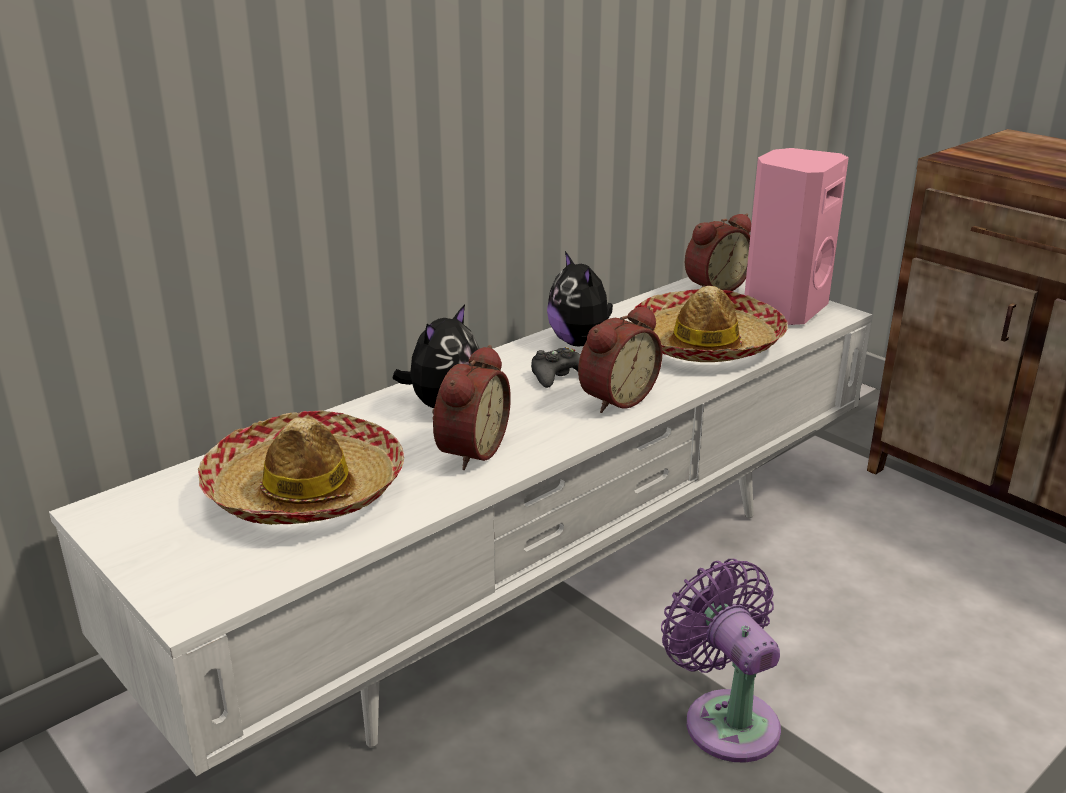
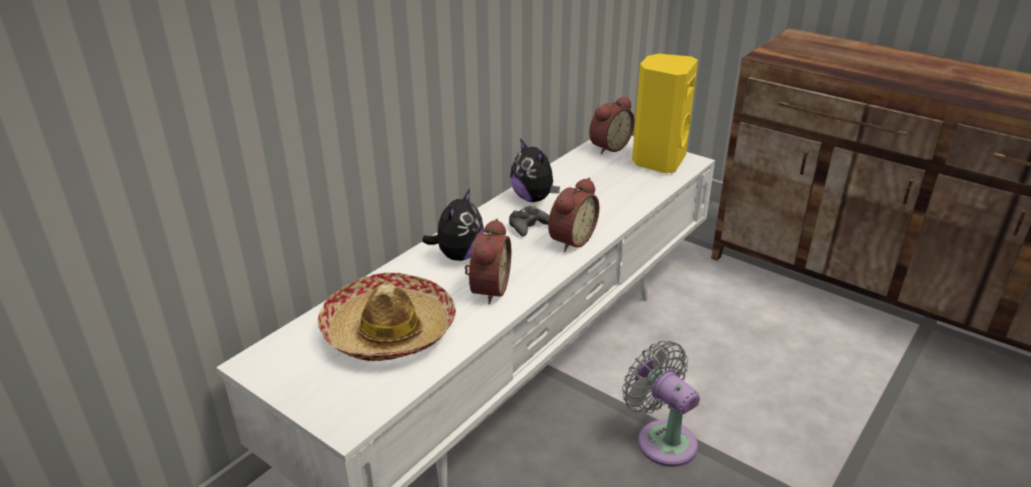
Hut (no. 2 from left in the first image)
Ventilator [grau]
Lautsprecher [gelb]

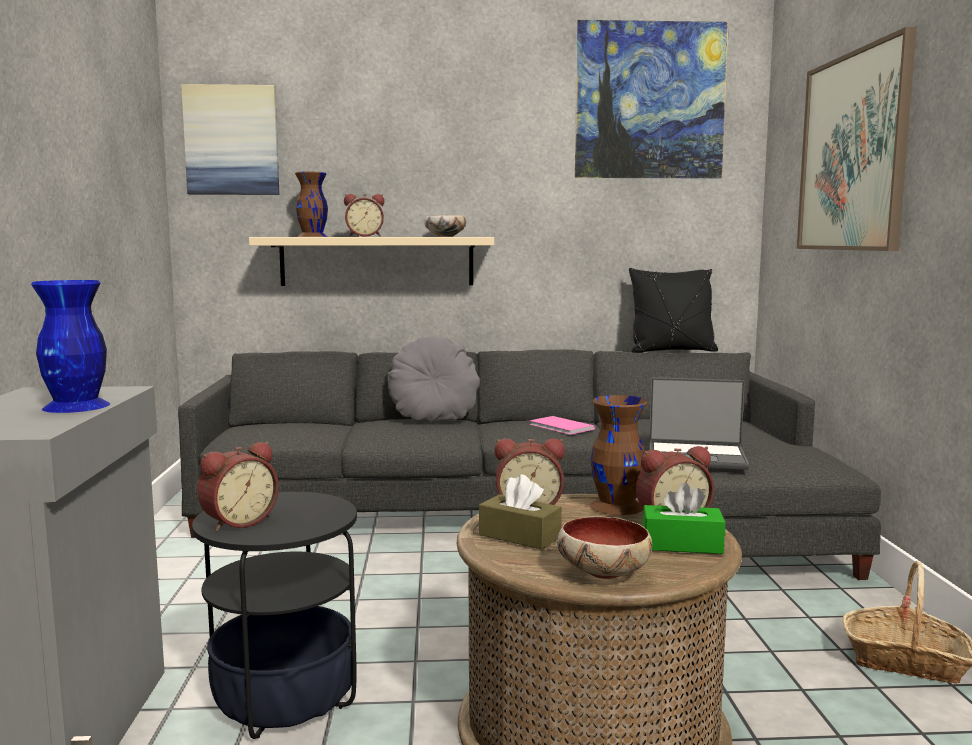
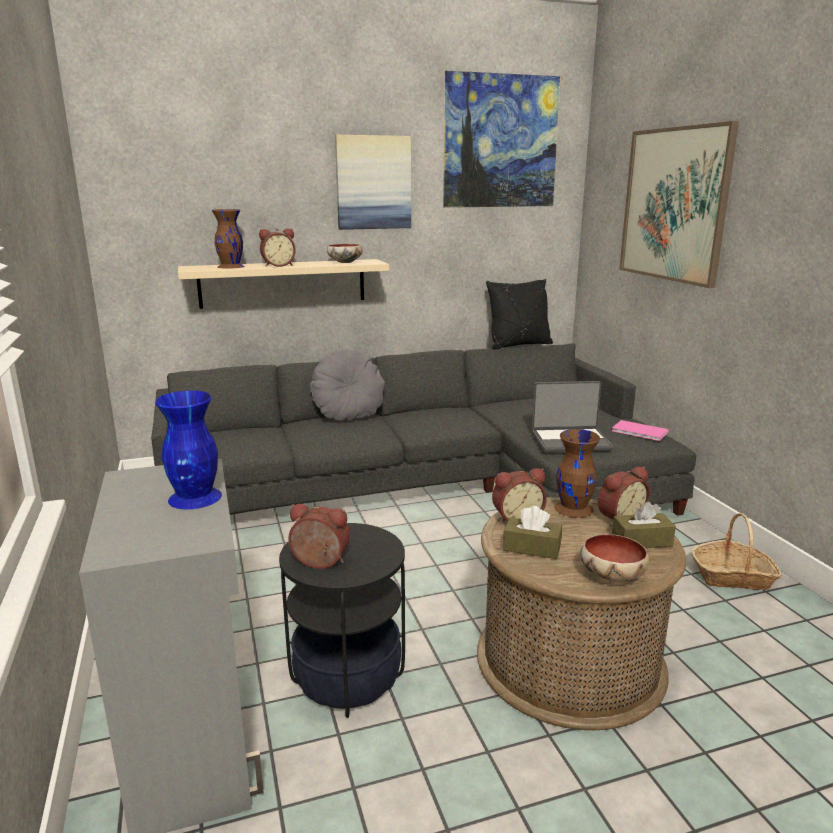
Bild (no. 1 from left)
Buch [rosa]
Taschentuchbox [braun] (no. 2 from left)
Wecker (no. 2 from left)

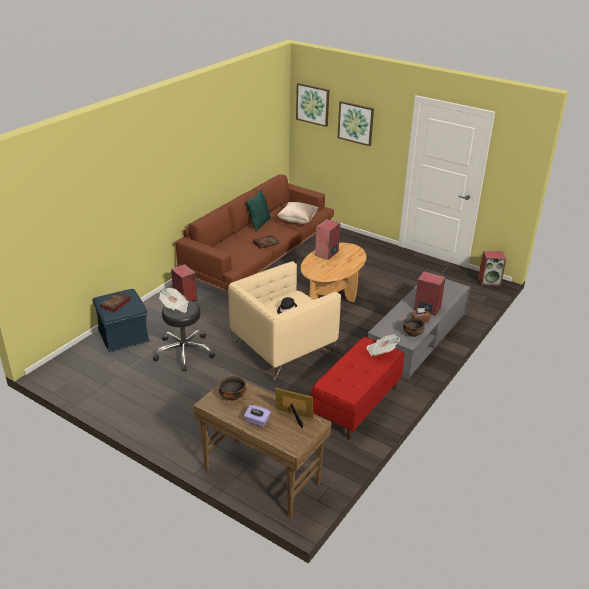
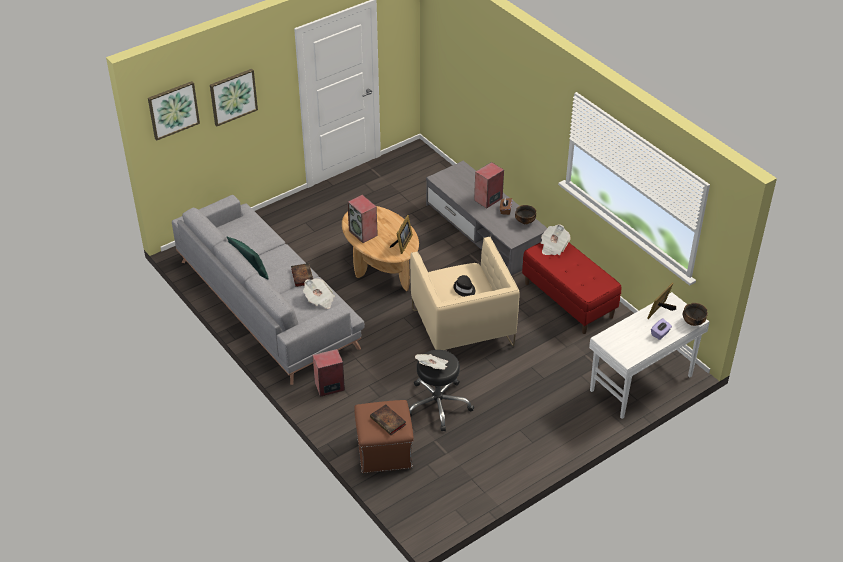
Kissen [beige]
Lautsprecher (no. 4 from left in the first image)
Zeitung (no. 1 from left)
Bilderrahmen (no. 1 from left)
Schüssel (no. 2 from left)
Polsterhocker [braun]
Sofa [grau]
Konsolentisch [weiß]

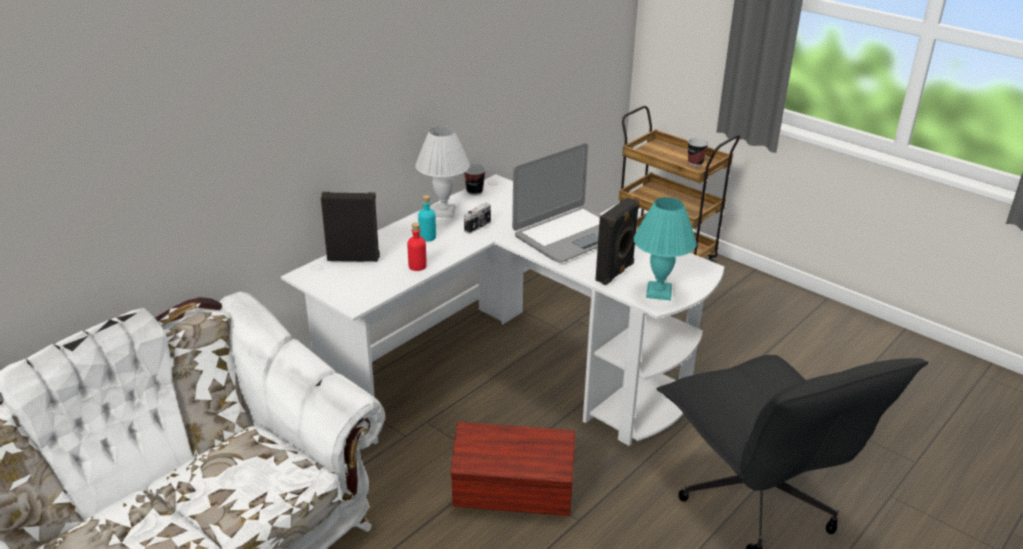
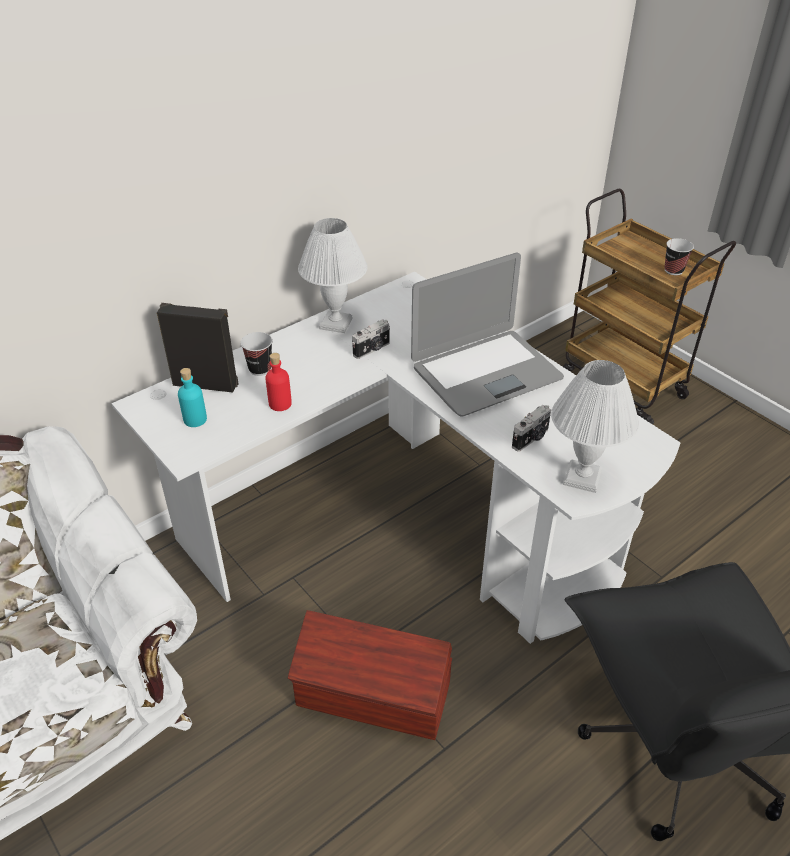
Flasche [türkis]
Tasse (no. 1 from left)
Kamera (no. 2 from left)
Tischlampe [weiß] (no. 2 from left)

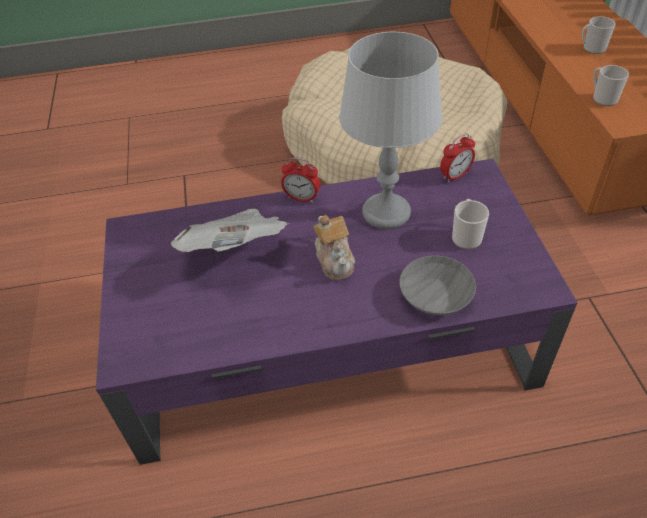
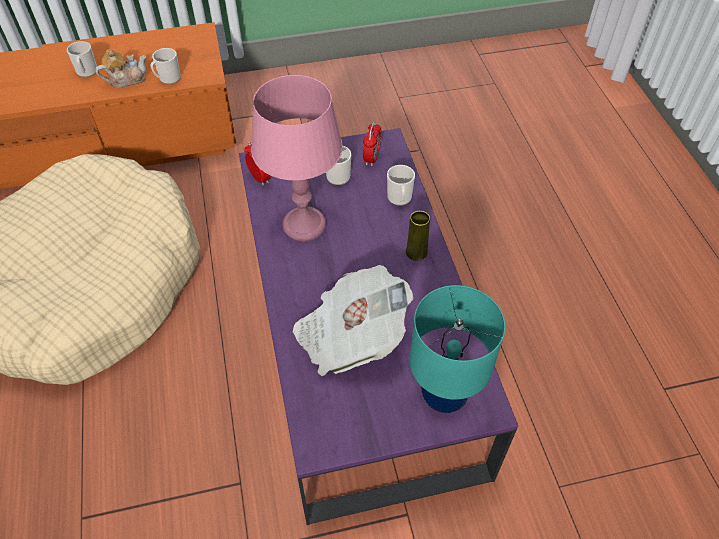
Vase [gelb]
Tischlampe [türkis]
Wecker (no. 2 from left)
Teekanne
Henkelbecher (no. 4 from left)
Tischlampe [rosa]

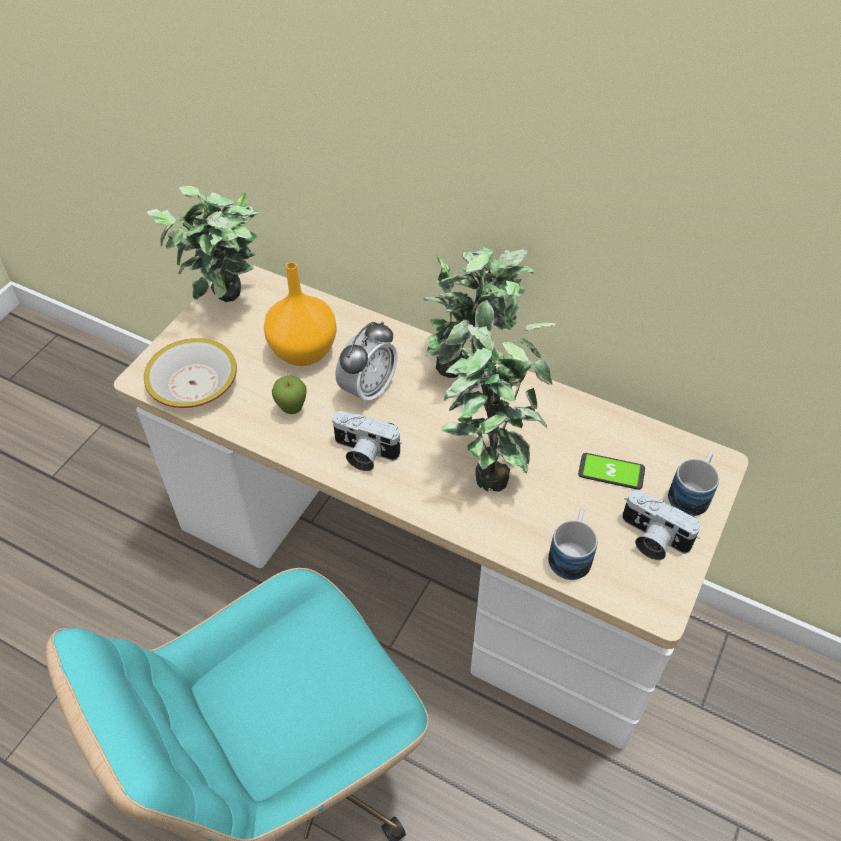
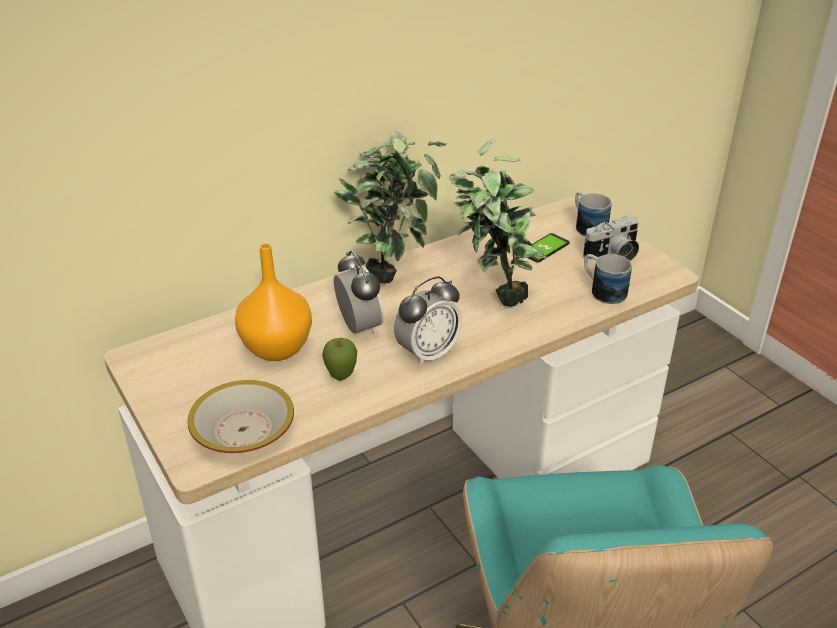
Topfpflanze (no. 1 from left in the first image)
Wecker (no. 2 from left)

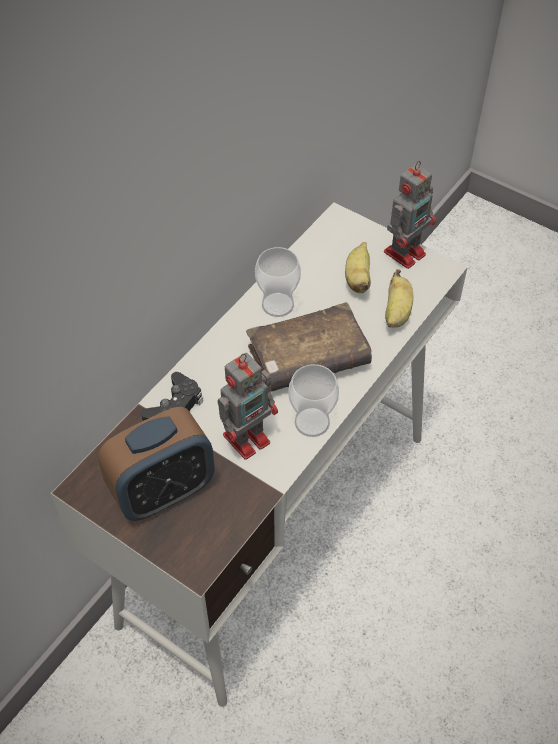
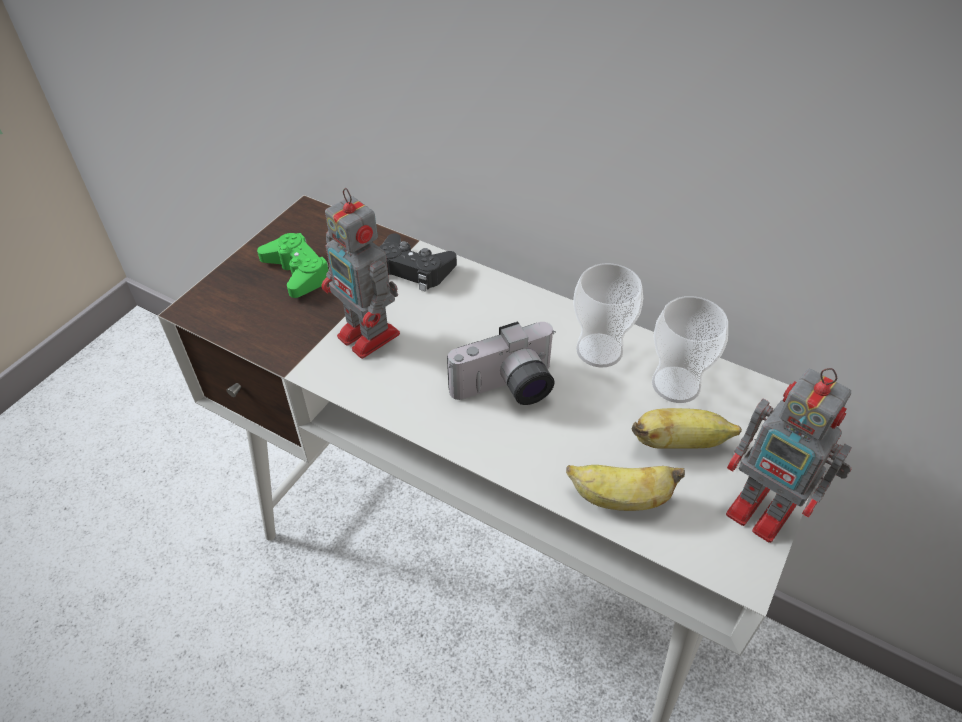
Tasse (no. 2 from left)
Gamepad [grün]
Kamera

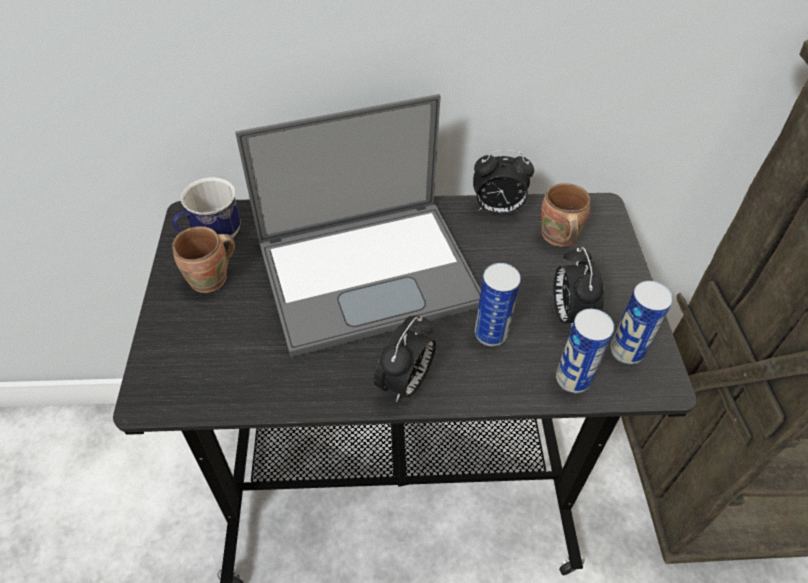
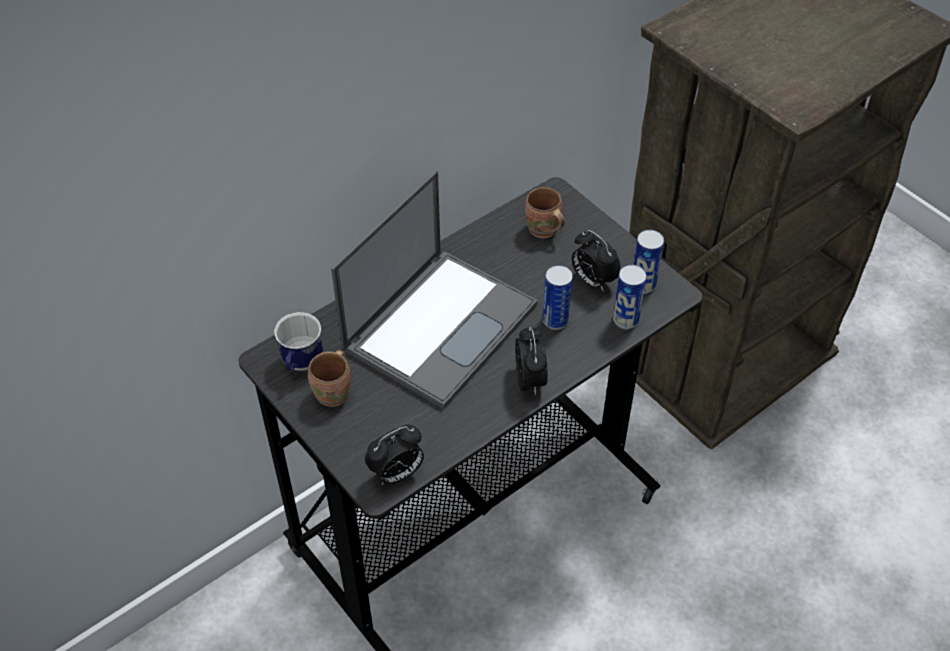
Wecker (no. 1 from left)

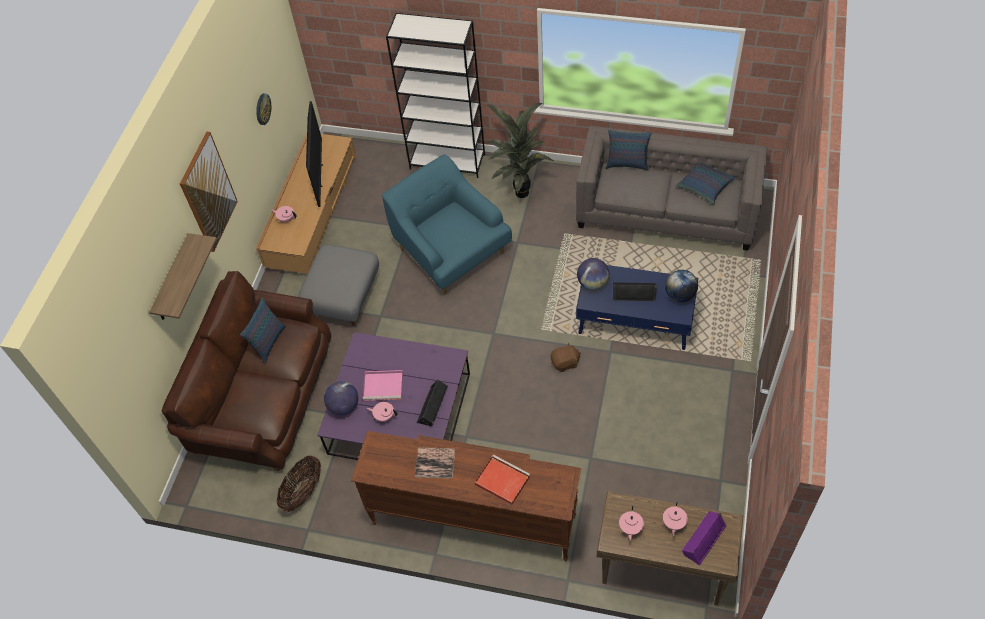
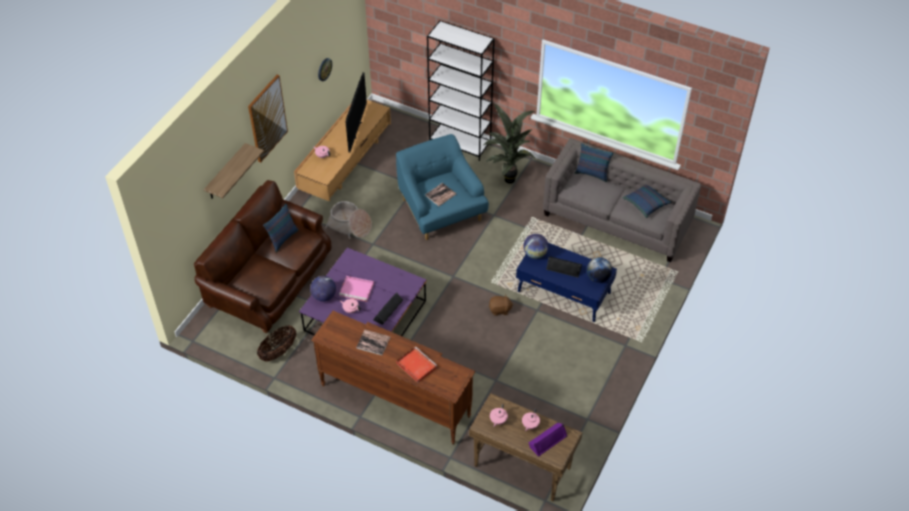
Buch (no. 2 from left)
Korb (no. 2 from left)

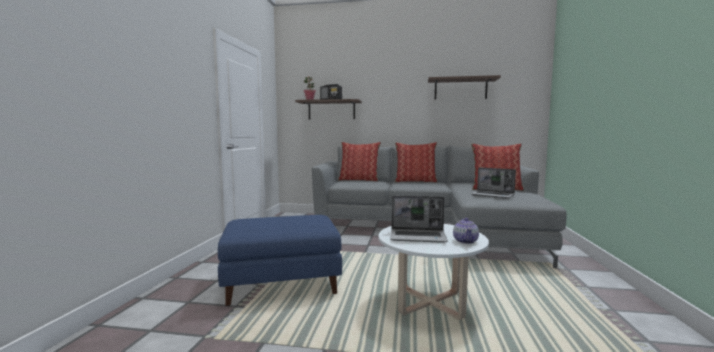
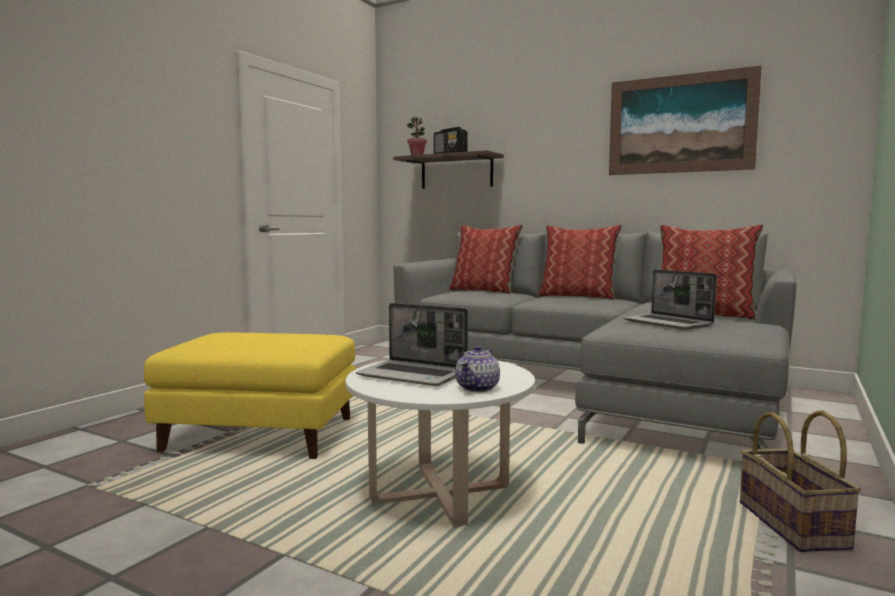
Korb
Bild
Polsterhocker [gelb]

